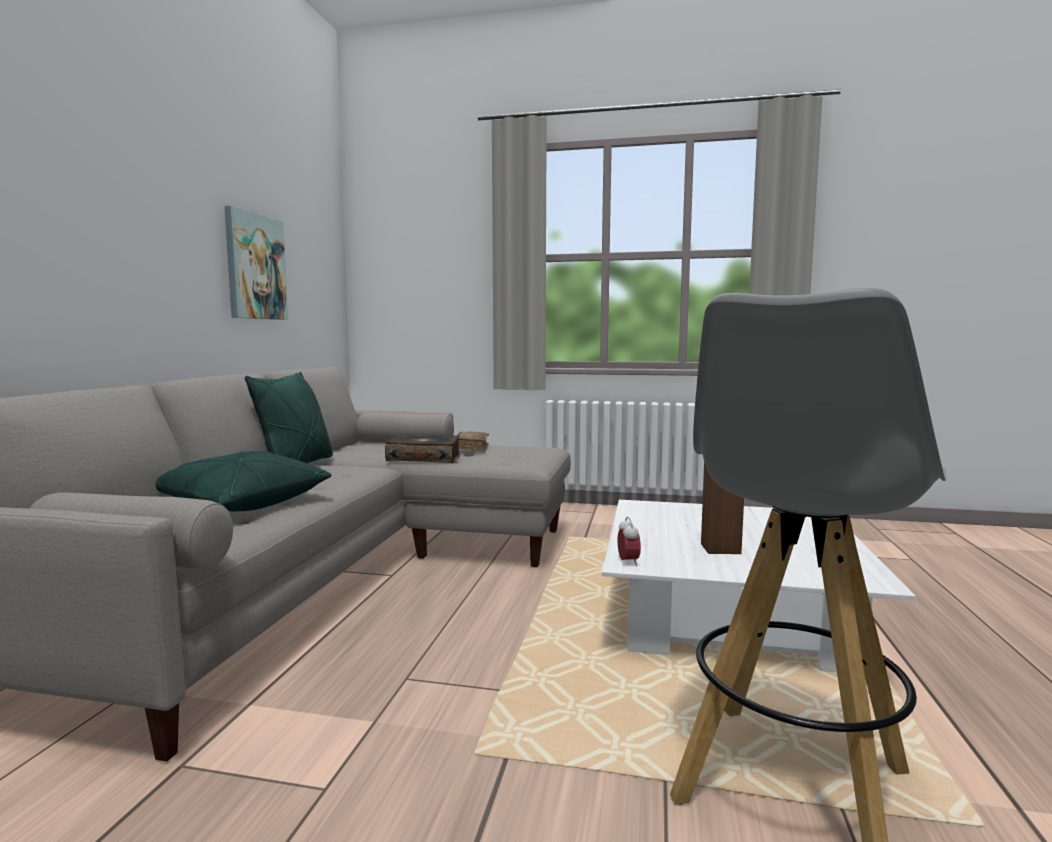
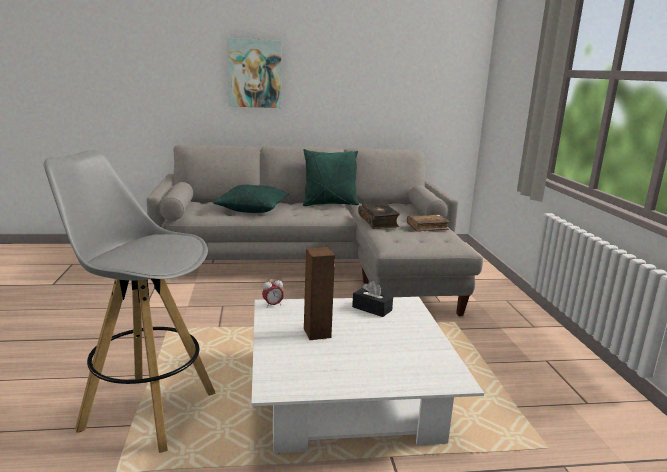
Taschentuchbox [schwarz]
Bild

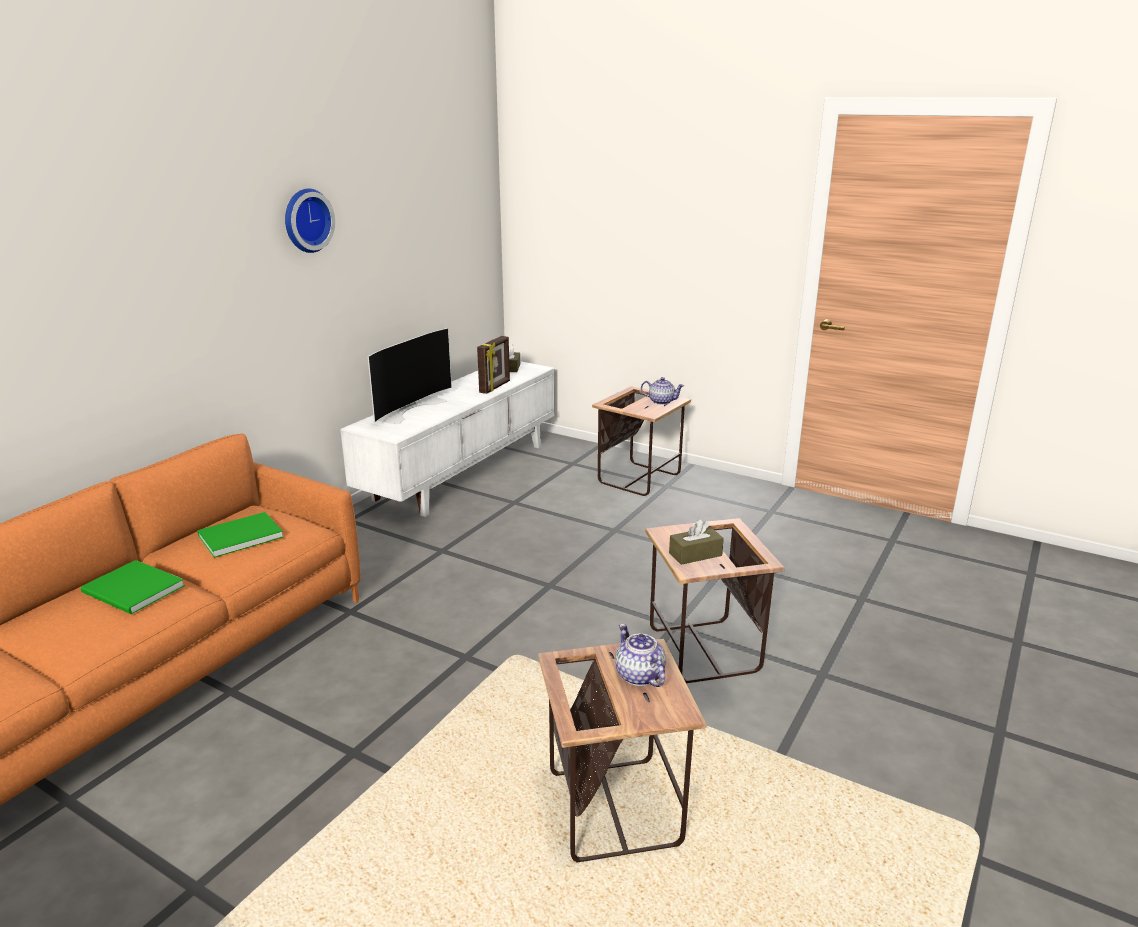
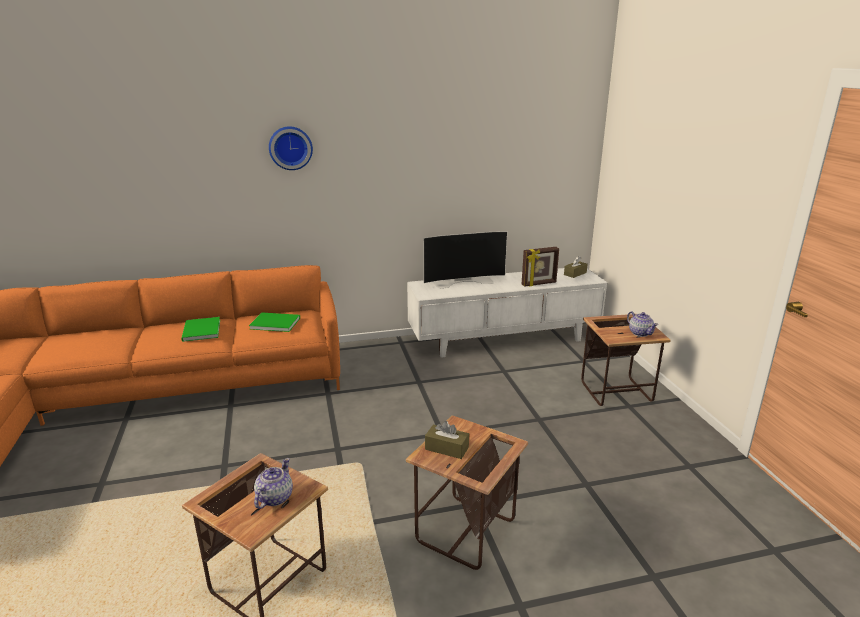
Wanduhr

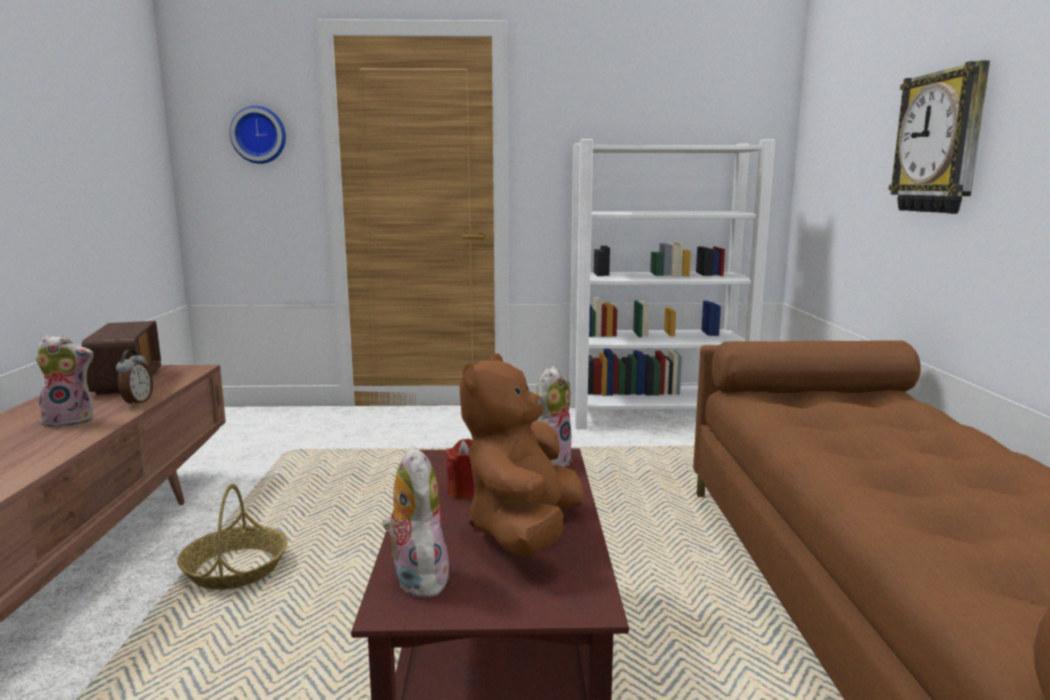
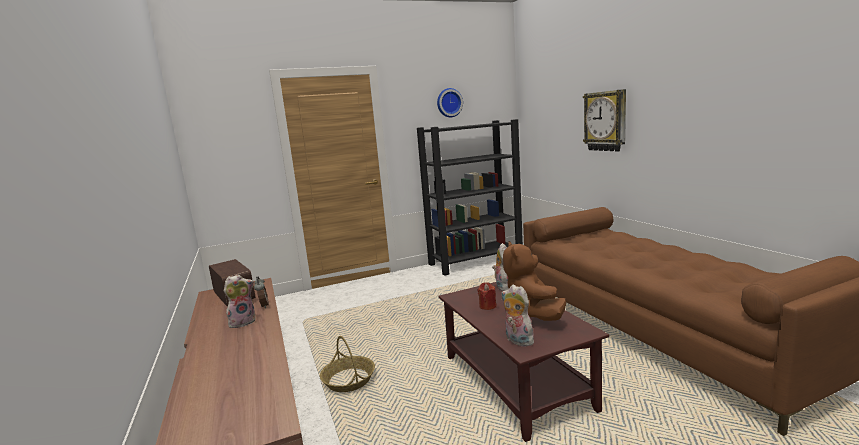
Wanduhr (no. 1 from left)
Bücherregal [schwarz]

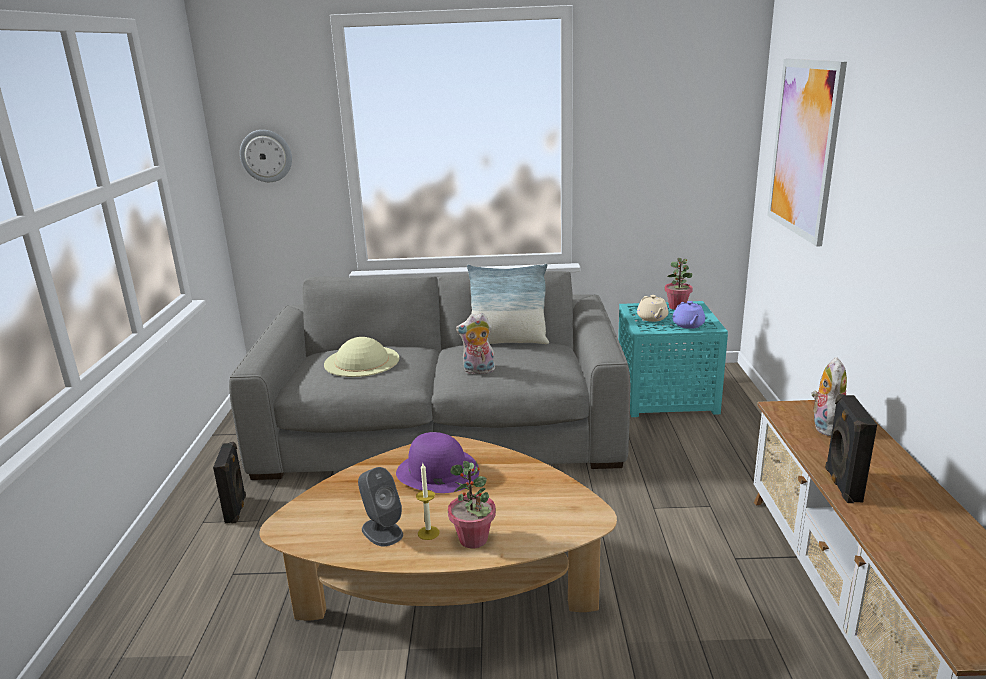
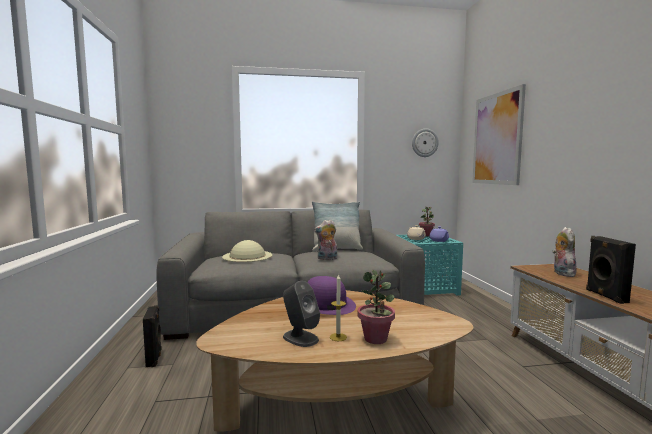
Wanduhr

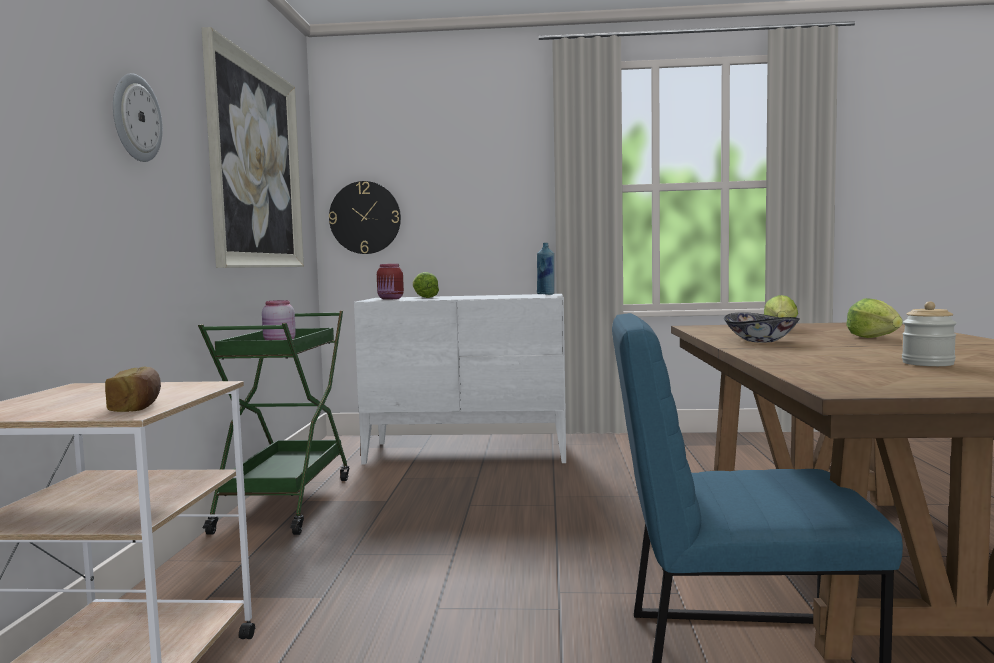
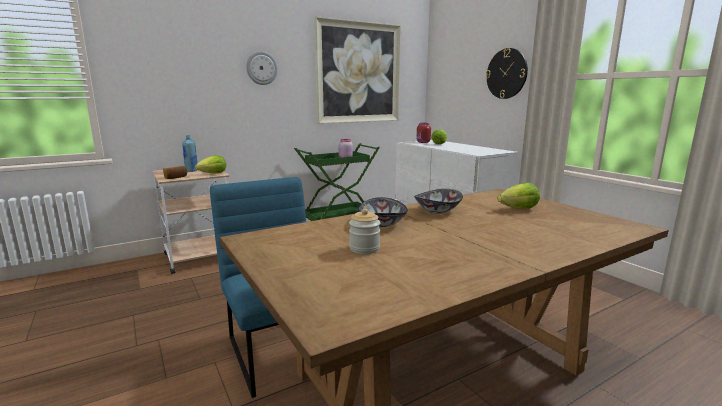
Schüssel (no. 1 from left)
Wanduhr (no. 2 from left)
Flasche [blau]
Salatkopf (no. 1 from left)

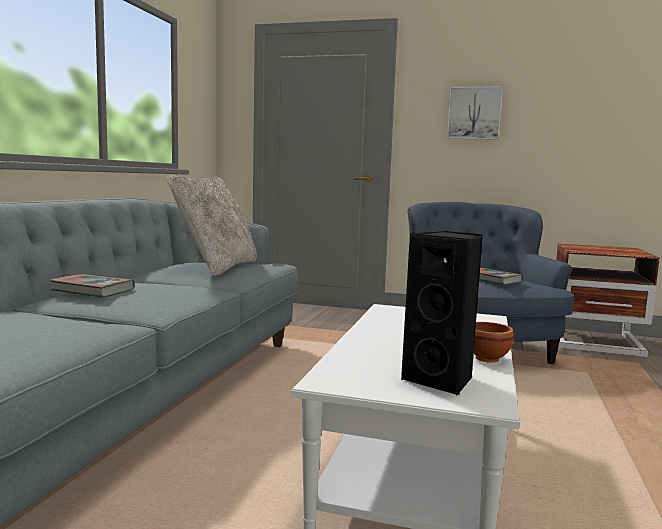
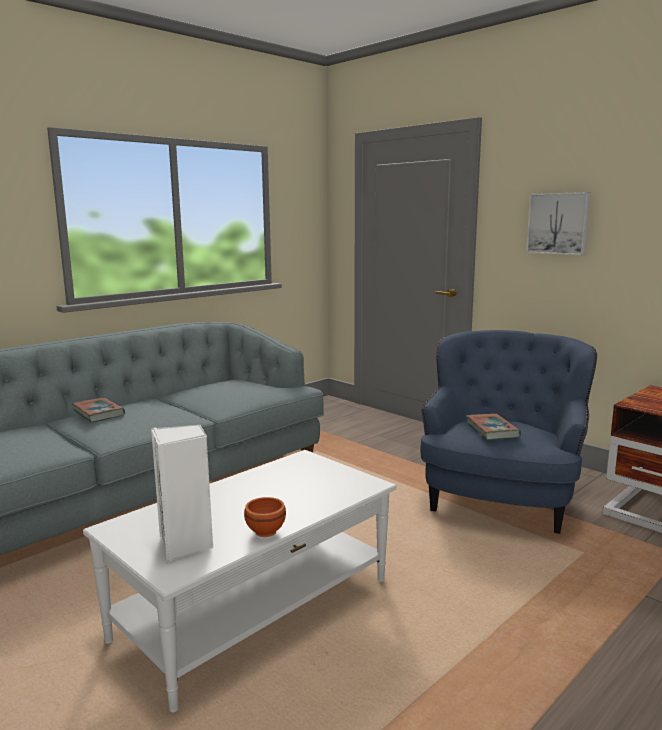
Kissen [beige]
Lautsprecher [weiß]

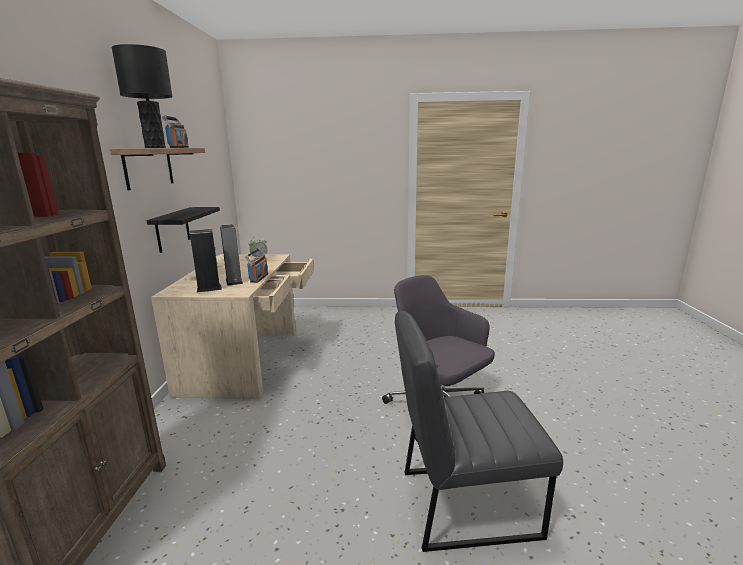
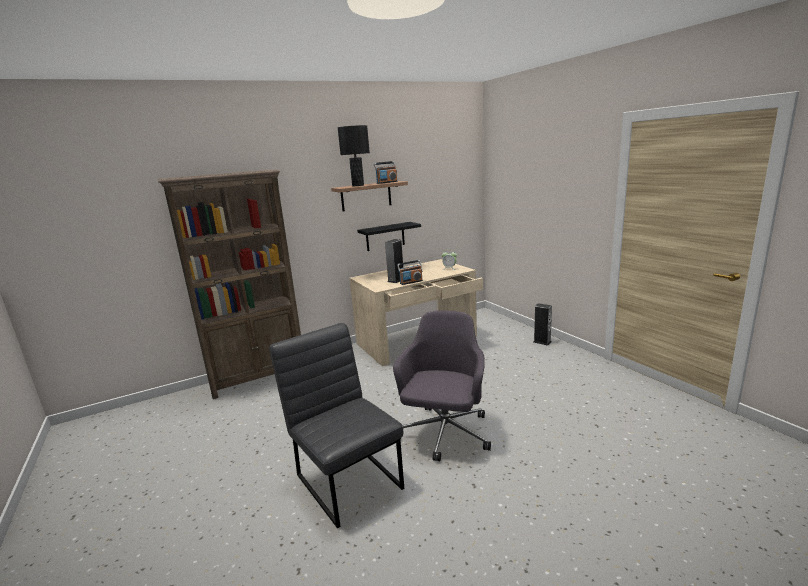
Lautsprecher (no. 2 from left)

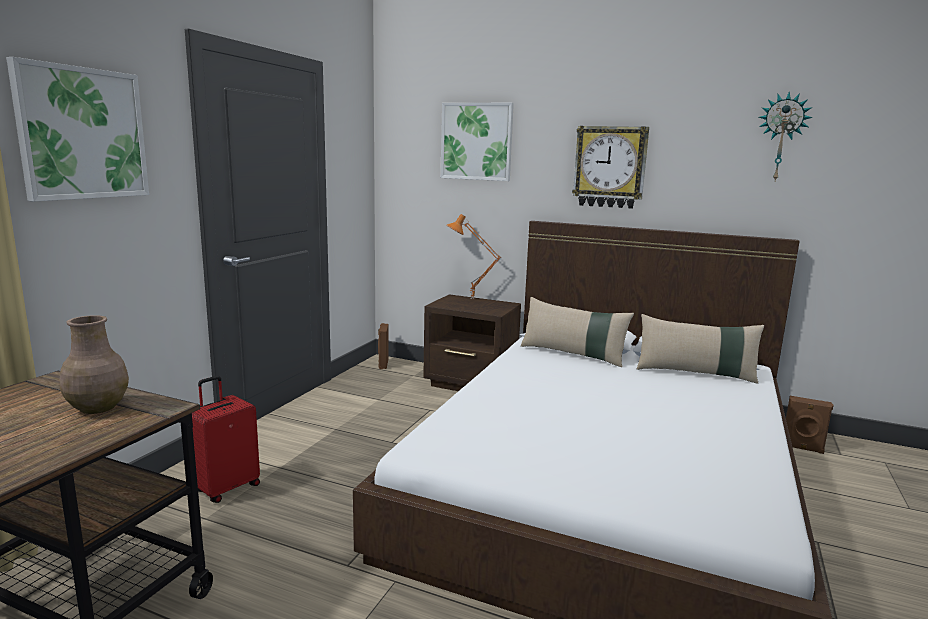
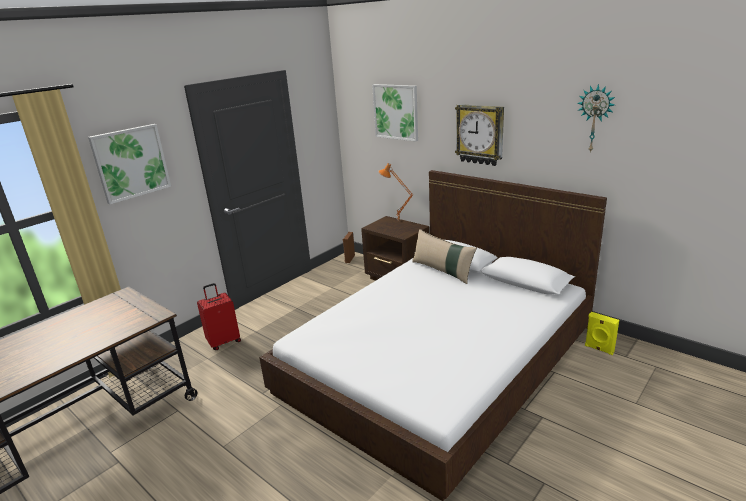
Vase [braun]
Kissen [beige] (no. 2 from left in the first image)
Lautsprecher [gelb]

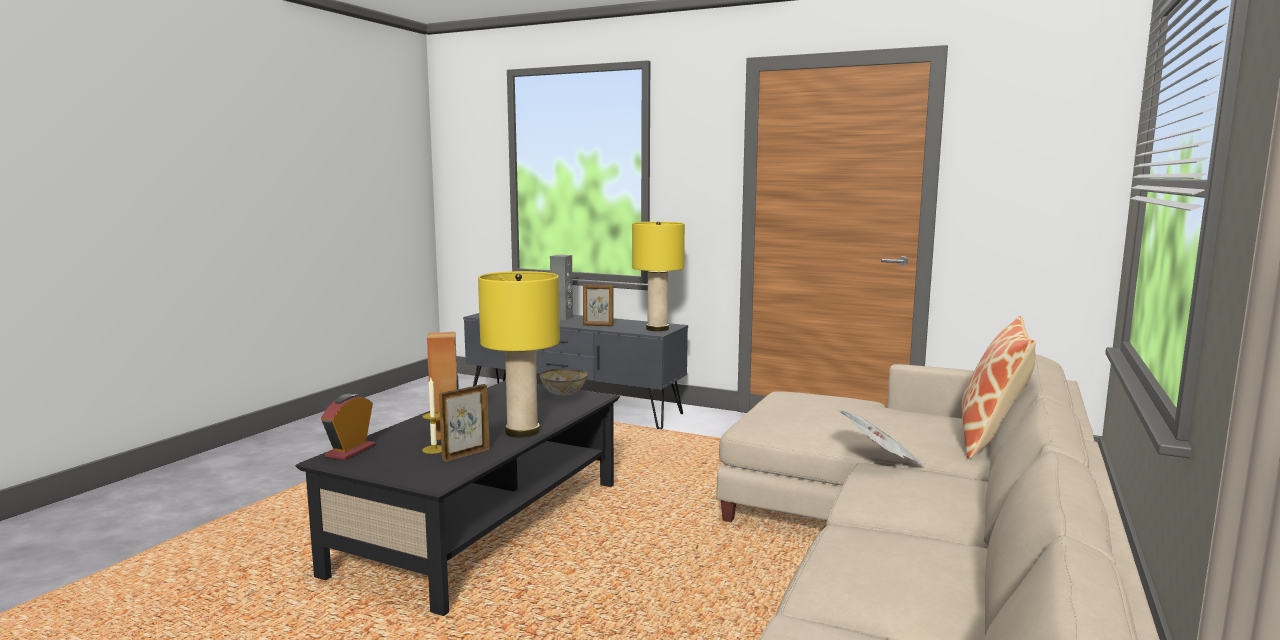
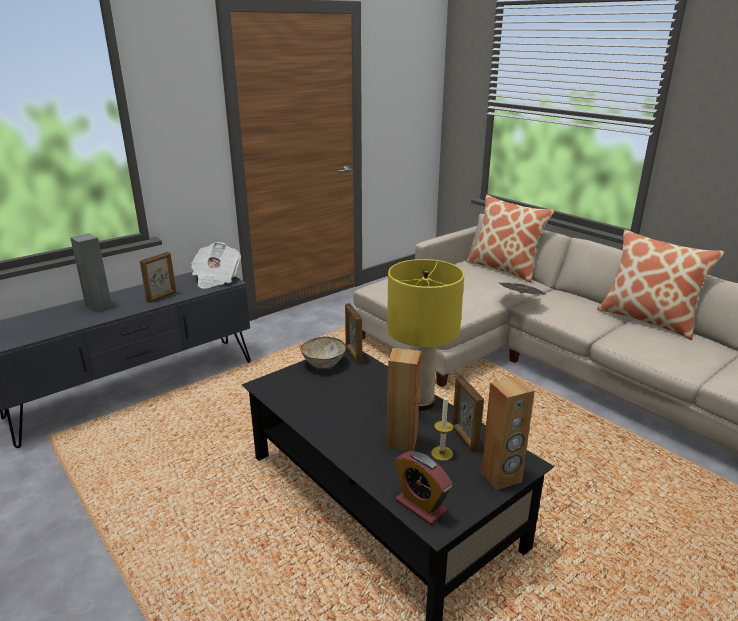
Bilderrahmen (no. 2 from left)
Lautsprecher [braun] (no. 2 from left)
Kissen (no. 2 from left)
Zeitung (no. 1 from left)

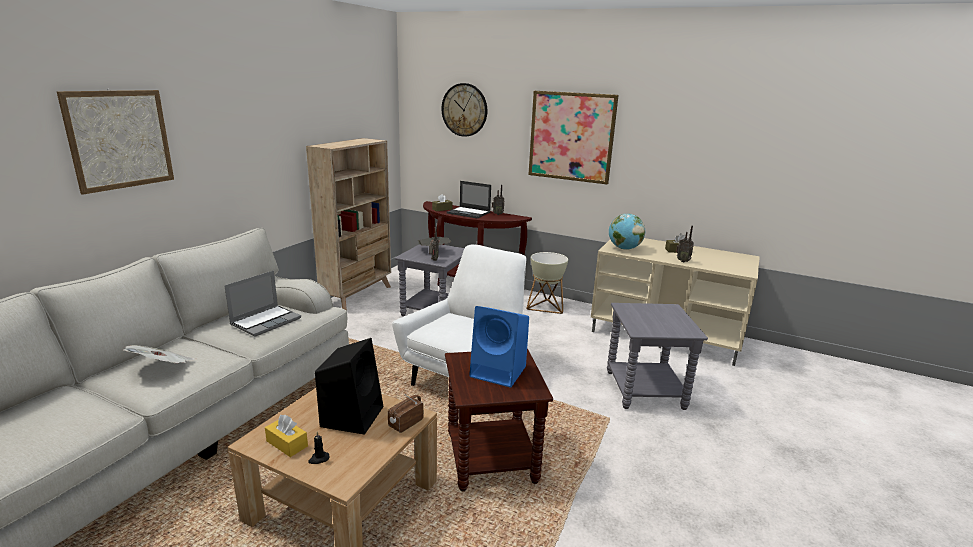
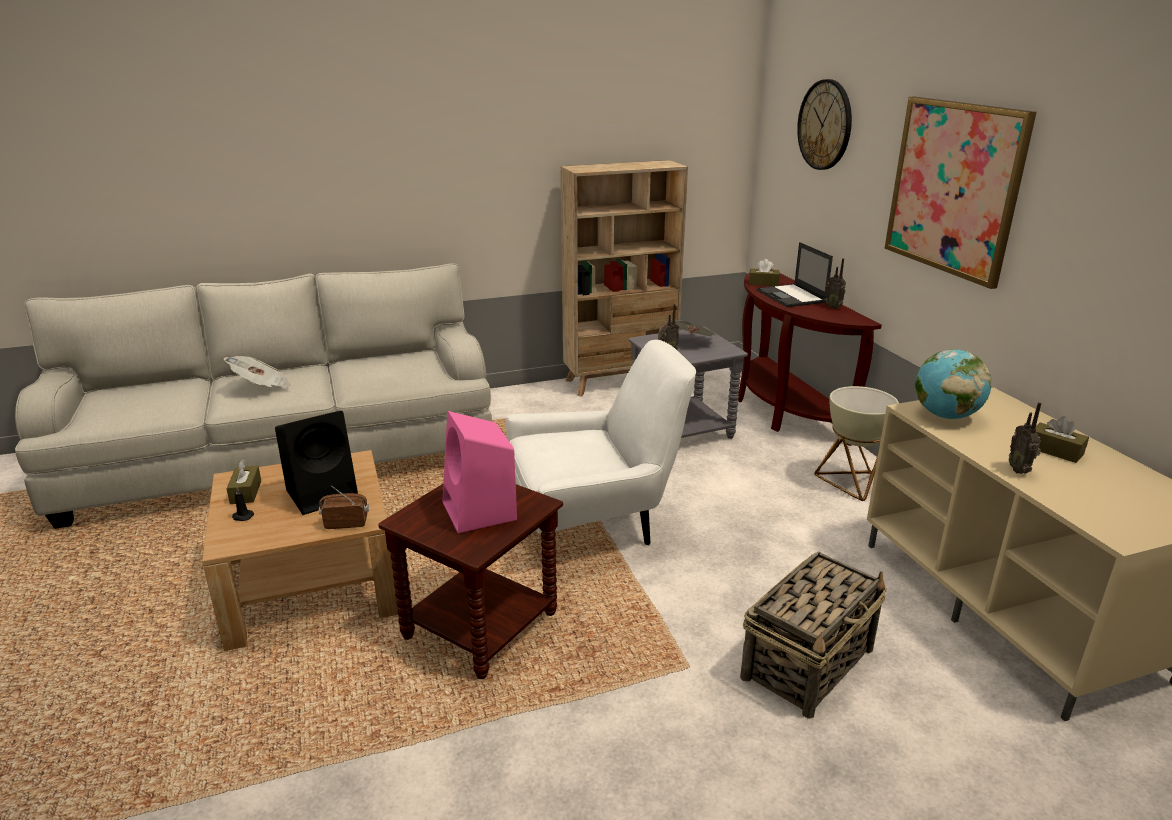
Bild (no. 1 from left in the first image)
Laptop (no. 1 from left in the first image)
Korb
Taschentuchbox [braun] (no. 1 from left)
Lautsprecher [rosa]

